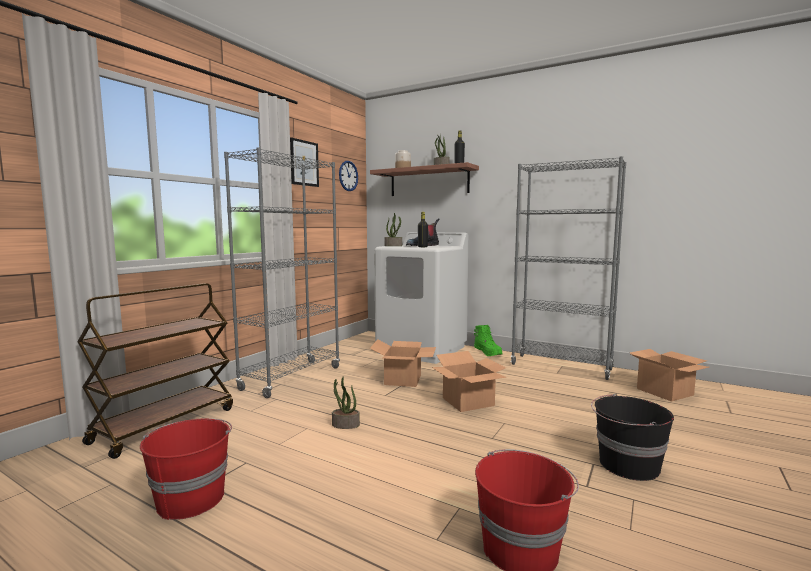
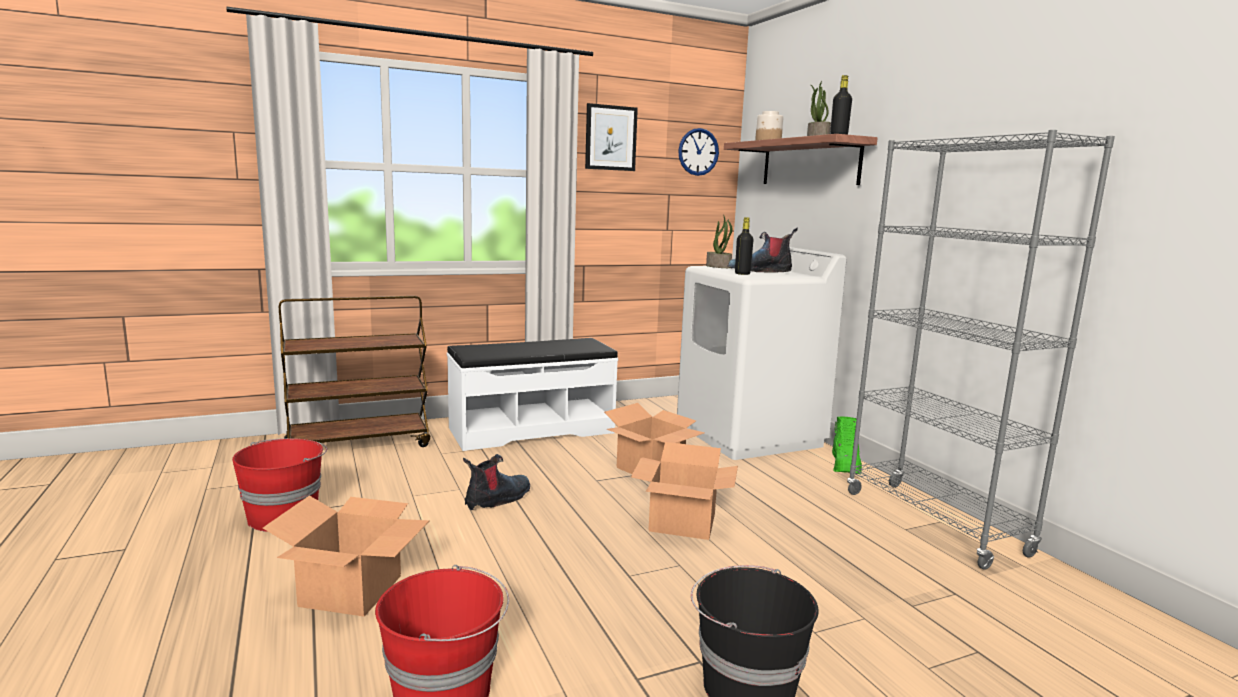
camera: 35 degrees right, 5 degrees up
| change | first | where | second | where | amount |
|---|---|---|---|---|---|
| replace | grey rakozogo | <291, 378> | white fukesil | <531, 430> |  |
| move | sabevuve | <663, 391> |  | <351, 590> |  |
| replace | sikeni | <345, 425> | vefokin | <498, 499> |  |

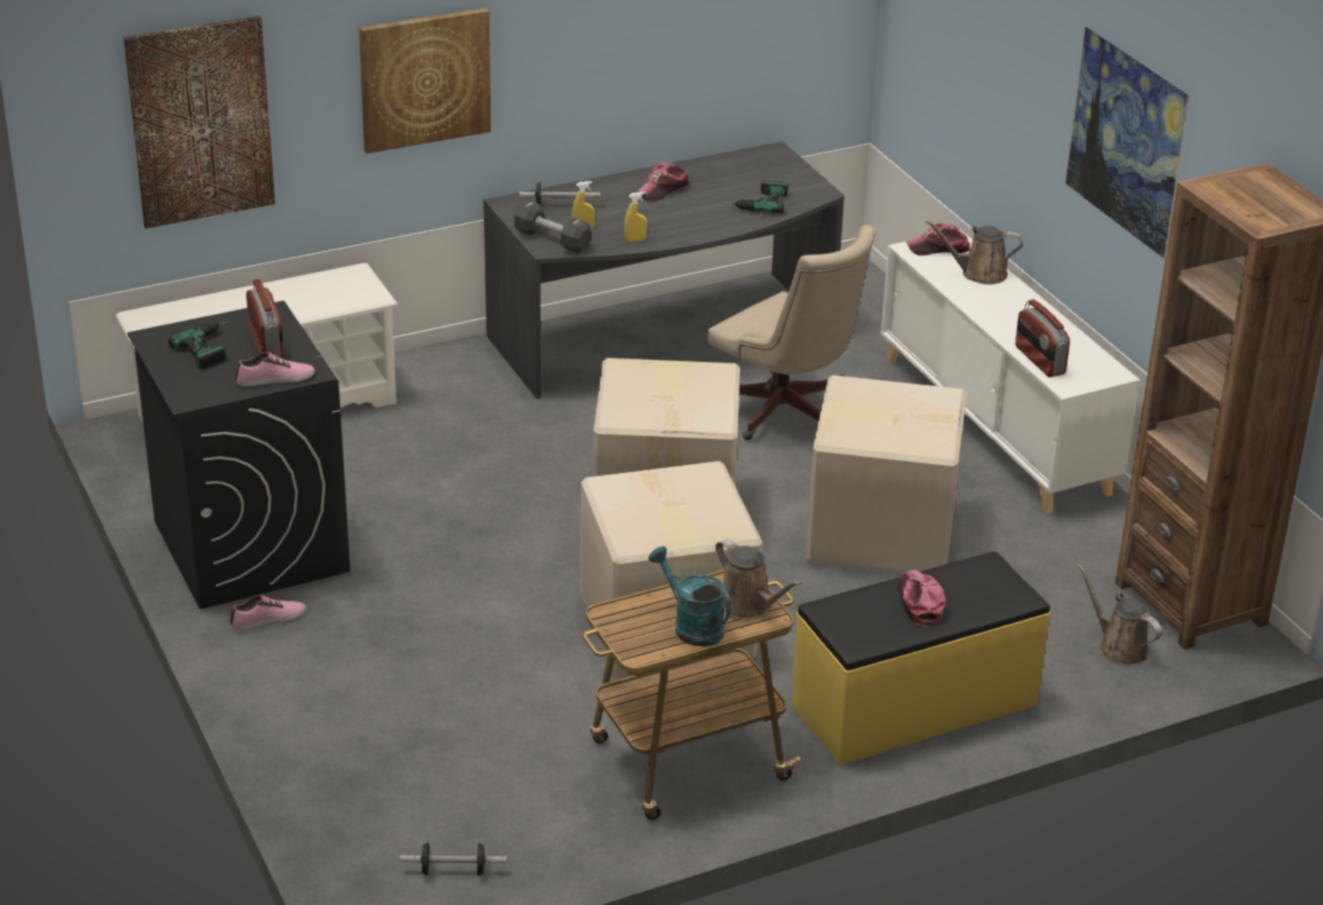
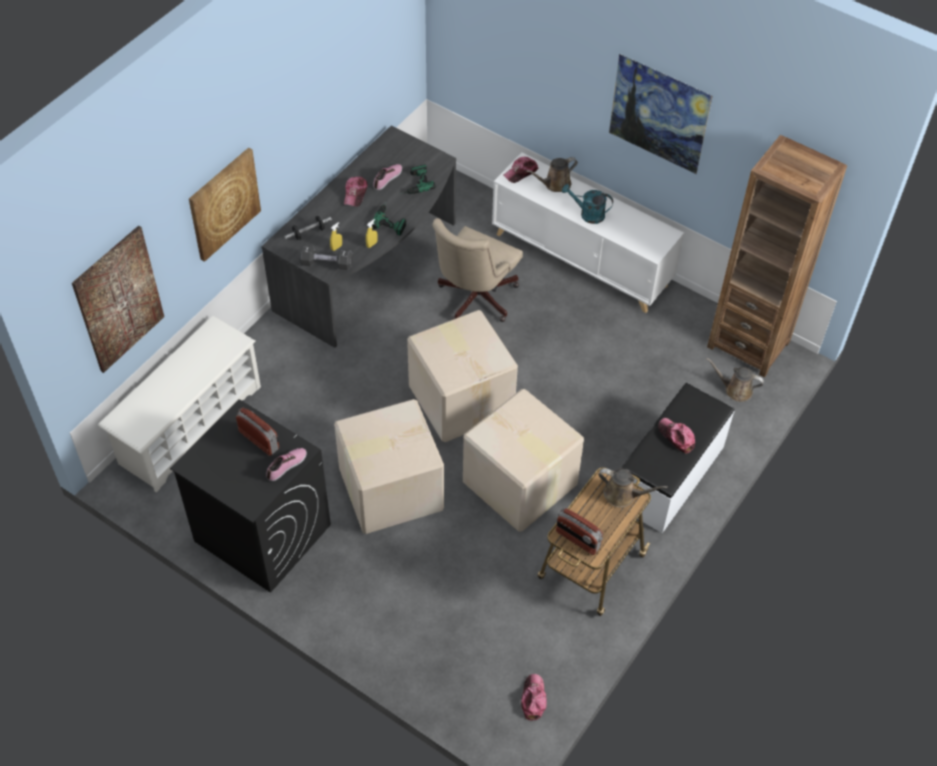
camera: 30 degrees left, 20 degrees up
| change | first | where | second | where | amount |
|---|---|---|---|---|---|
| rotate | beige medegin | <787, 414> |  | <474, 299> | 105 degrees clockwise |
| move | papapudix | <1039, 360> |  | <577, 539> |  |
| move | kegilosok | <213, 346> |  | <391, 219> |  |
| move | sabevuve | <879, 531> |  | <389, 488> |  |
| move | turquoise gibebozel | <691, 626> |  | <587, 214> |  |
| recolor | yellow fukesil | <915, 706> | white fukesil | <670, 476> |  |
| move | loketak | <268, 619> |  | <388, 178> |  |
| replace | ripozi | <453, 871> | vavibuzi | <533, 699> |  |

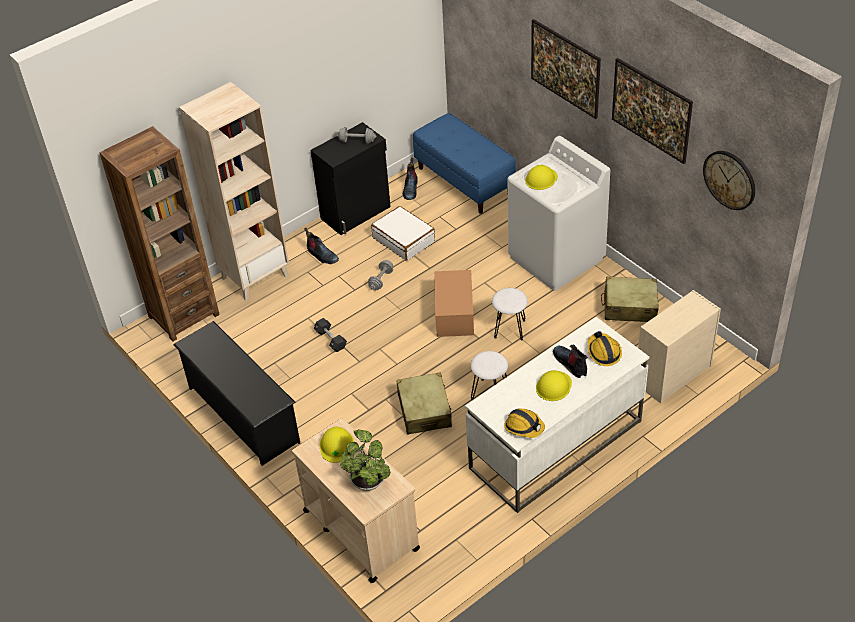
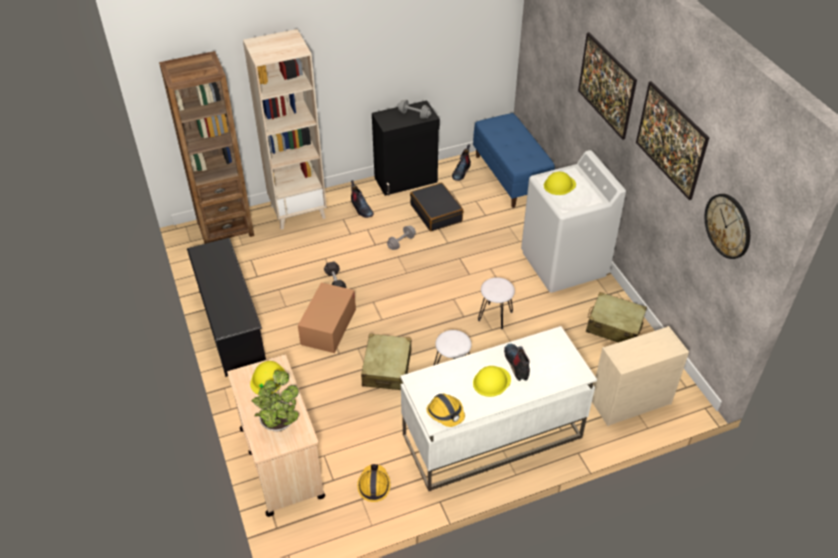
camera: 15 degrees right, 0 degrees up
| change | first | where | second | where | amount |
|---|---|---|---|---|---|
| recolor | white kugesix | <404, 239> | black kugesix | <436, 213> |  |
| move | sabevuve | <454, 313> |  | <328, 326> |  |
| move | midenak | <603, 352> |  | <374, 485> |  |

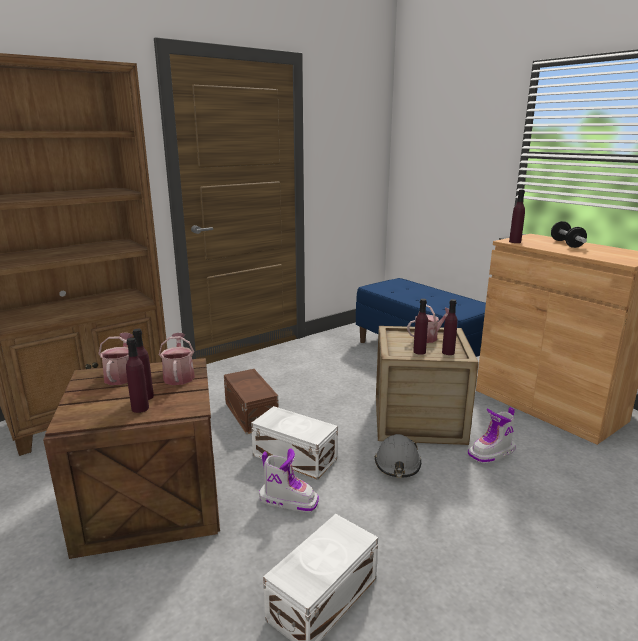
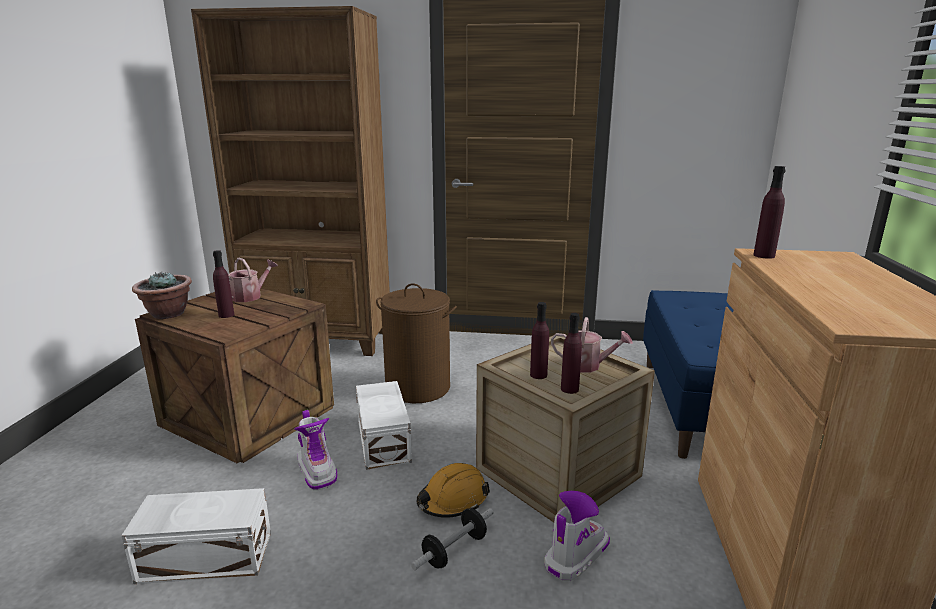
camera: 45 degrees right, 0 degrees up
| change | first | where | second | where | amount |
|---|---|---|---|---|---|
| move | ripozi | <566, 244> |  | <454, 550> |  |
| delete | gibebozel | <179, 376> |  |  |  |
| delete | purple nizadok | <140, 408> |  |  |  |
| replace | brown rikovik | <251, 413> | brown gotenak | <418, 388> |  |
| rotate | vefokin | <492, 453> |  | <575, 556> | 120 degrees clockwise |
| recolor | grey midenak | <397, 464> | orange midenak | <452, 500> |  |
| insert |  |  | sikeni | <167, 314> |  |

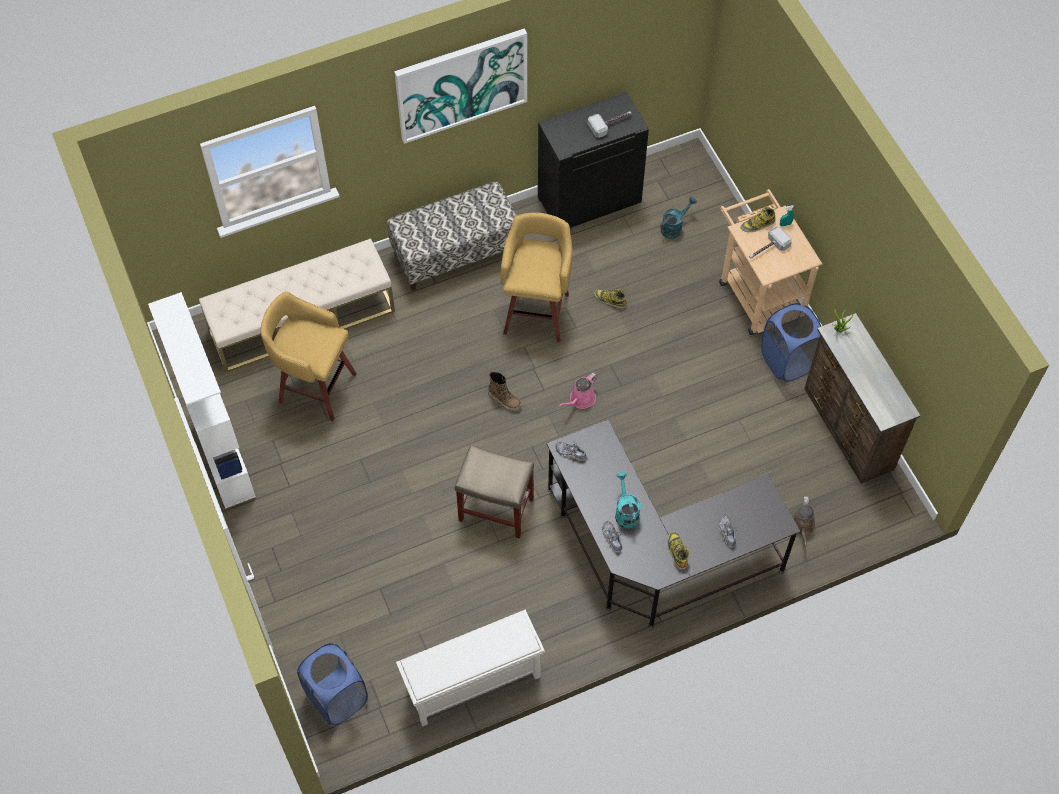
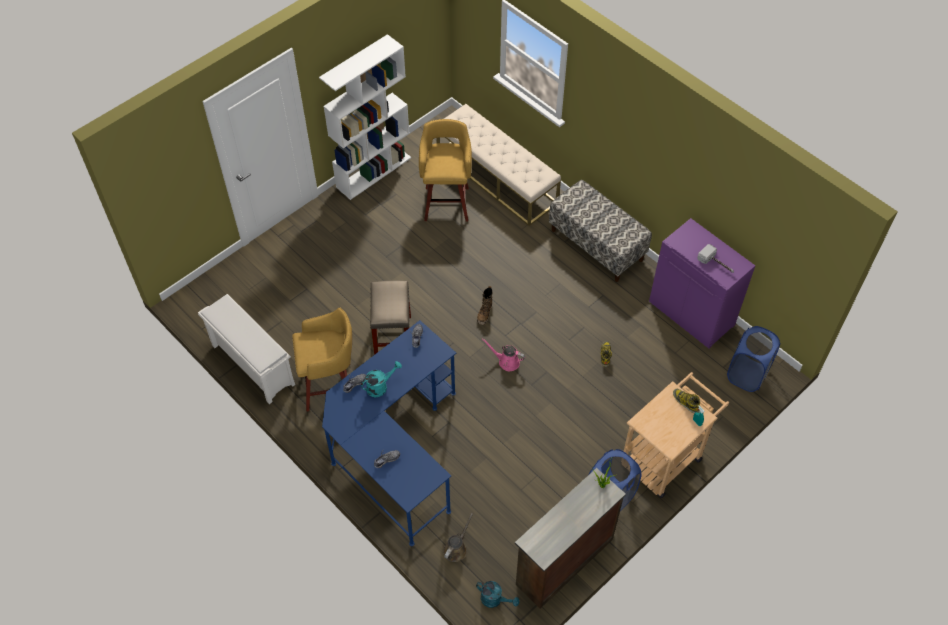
camera: 70 degrees right, 5 degrees down
| change | first | where | second | where | amount |
|---|---|---|---|---|---|
| delete | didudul | <461, 84> |  |  |  |
| recolor | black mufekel | <589, 199> | purple mufekel | <692, 313> |  |
| move | turquoise gibebozel | <674, 227> |  | <495, 600> |  |
| move | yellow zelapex | <537, 311> |  | <331, 386> |  |
| delete | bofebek | <766, 249> |  |  |  |
| recolor | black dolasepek | <654, 553> | blue dolasepek | <394, 449> |  |
| rotate | brown gibebozel | <801, 527> |  | <456, 549> | 135 degrees clockwise |
| delete | vefokin | <677, 551> |  |  |  |
| move | blue gotenak | <337, 697> |  | <747, 374> |  |

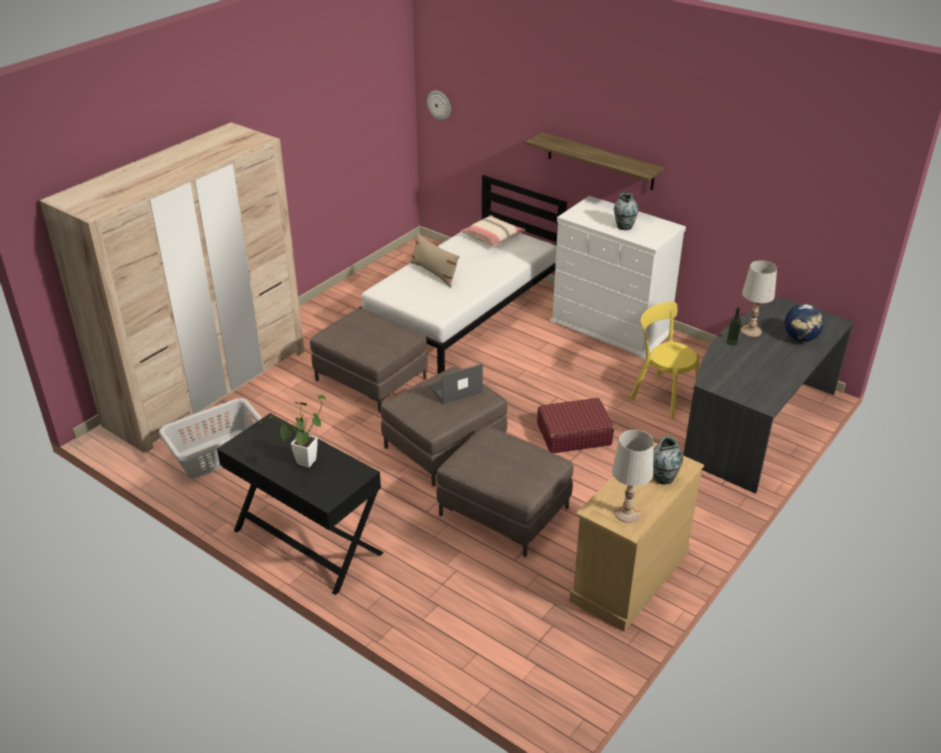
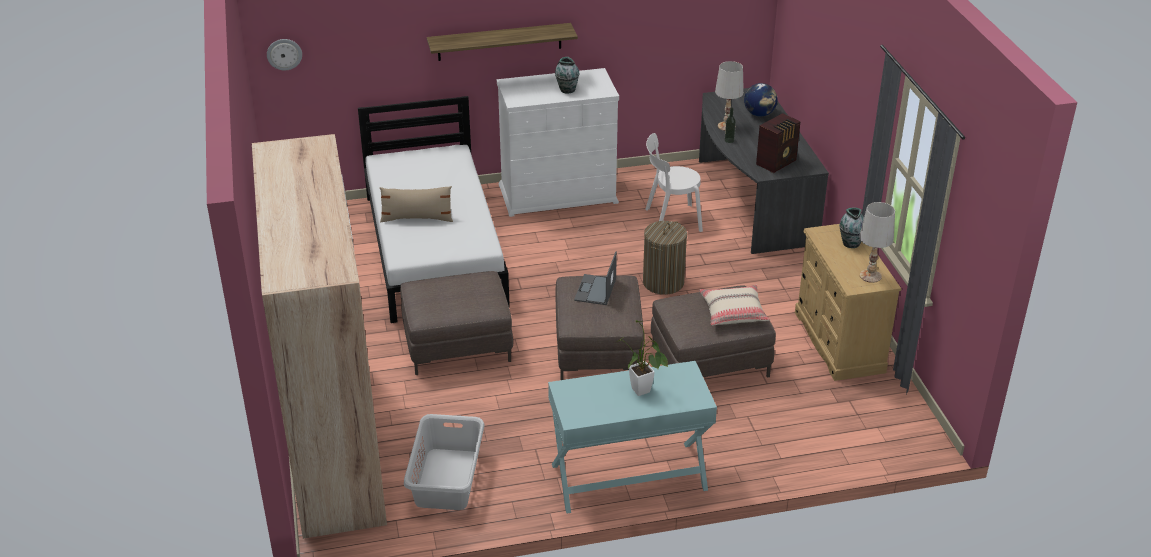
camera: 50 degrees left, 0 degrees up
| change | first | where | second | where | amount |
|---|---|---|---|---|---|
| move | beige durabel | <493, 237> |  | <733, 312> |  |
| recolor | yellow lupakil | <661, 395> | white lupakil | <670, 220> |  |
| replace | red kugesix | <573, 434> | gotenak | <663, 282> |  |
| recolor | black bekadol | <307, 541> | turquoise bekadol | <629, 477> |  |
| insert |  |  | papapudix | <777, 162> |  |

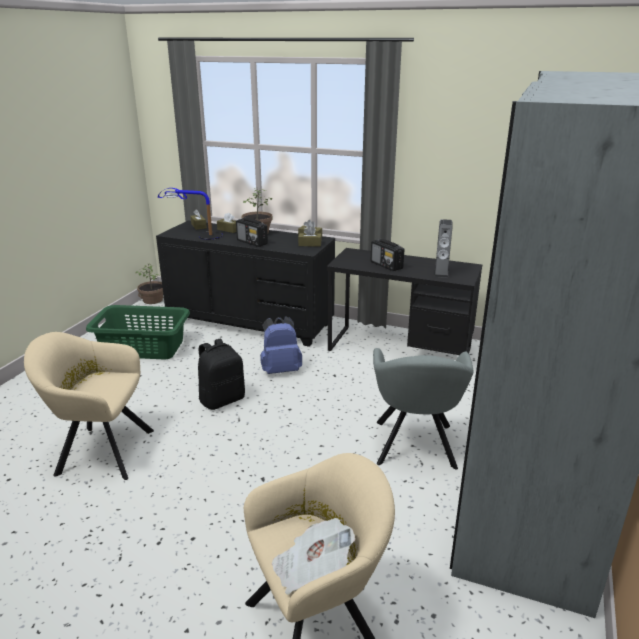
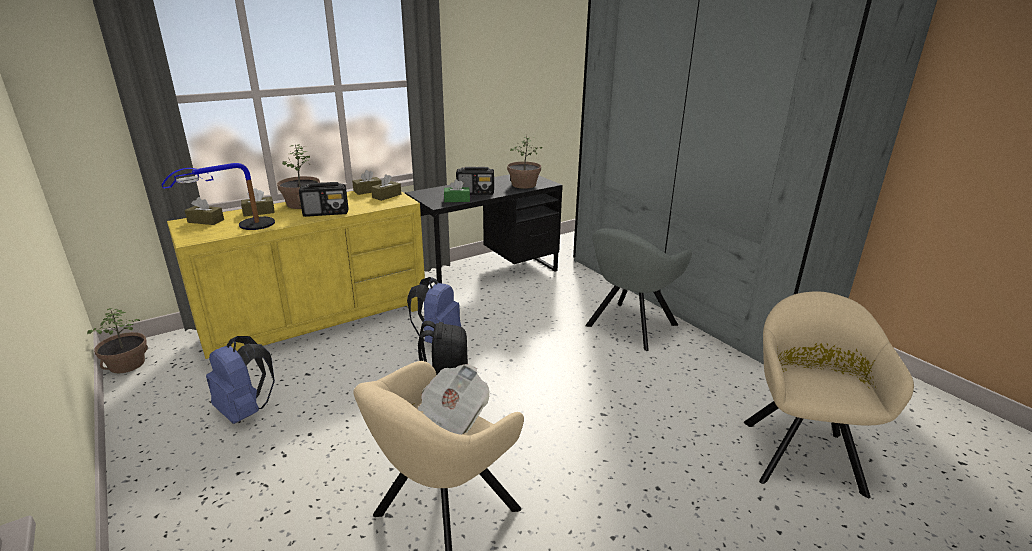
camera: 55 degrees left, 0 degrees up
| change | first | where | second | where | amount |
|---|---|---|---|---|---|
| replace | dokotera | <441, 273> | sikeni | <523, 184> |  |
| recolor | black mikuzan | <250, 323> | yellow mikuzan | <317, 322> |  |
| replace | green gotenak | <143, 348> | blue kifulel | <245, 411> |  |
| rotate | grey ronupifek | <414, 447> |  | <628, 327> | 90 degrees clockwise |
| move | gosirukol | <311, 570> |  | <450, 420> |  |
| insert |  |  | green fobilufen | <457, 200> |  |

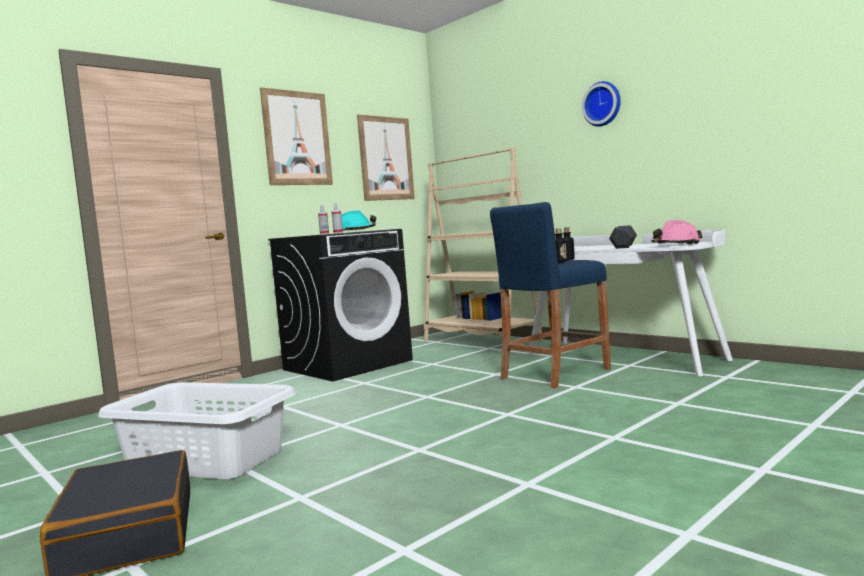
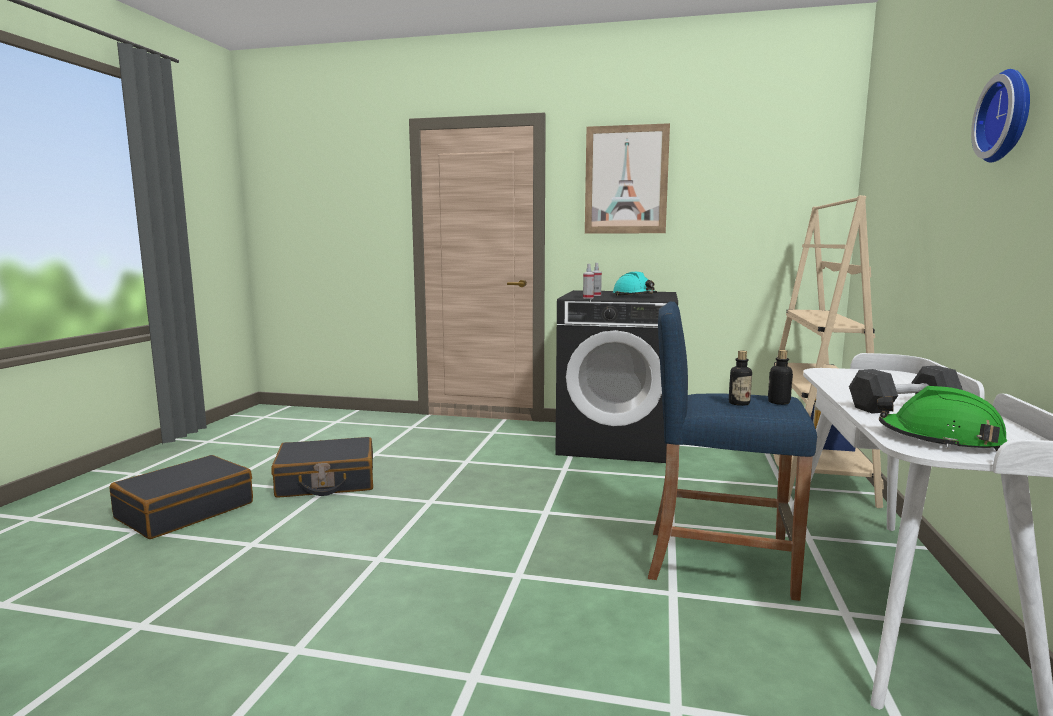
camera: 55 degrees right, 5 degrees up
| change | first | where | second | where | amount |
|---|---|---|---|---|---|
| delete | didudul | <386, 158> |  |  |  |
| recolor | pink midenak | <676, 245> | green midenak | <939, 439> |  |
| replace | white gotenak | <206, 459> | black kugesix | <326, 482> |  |

